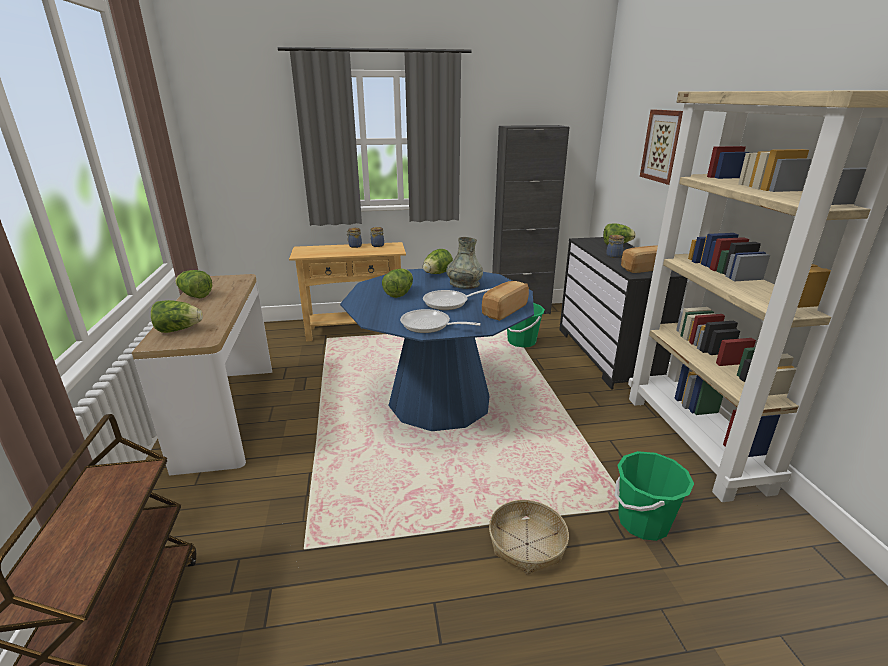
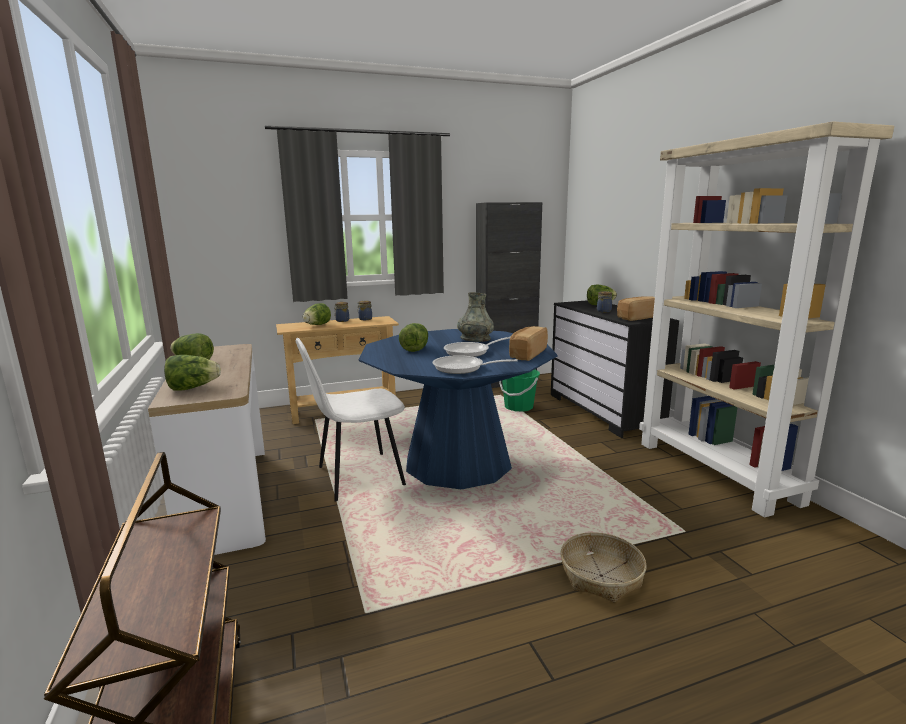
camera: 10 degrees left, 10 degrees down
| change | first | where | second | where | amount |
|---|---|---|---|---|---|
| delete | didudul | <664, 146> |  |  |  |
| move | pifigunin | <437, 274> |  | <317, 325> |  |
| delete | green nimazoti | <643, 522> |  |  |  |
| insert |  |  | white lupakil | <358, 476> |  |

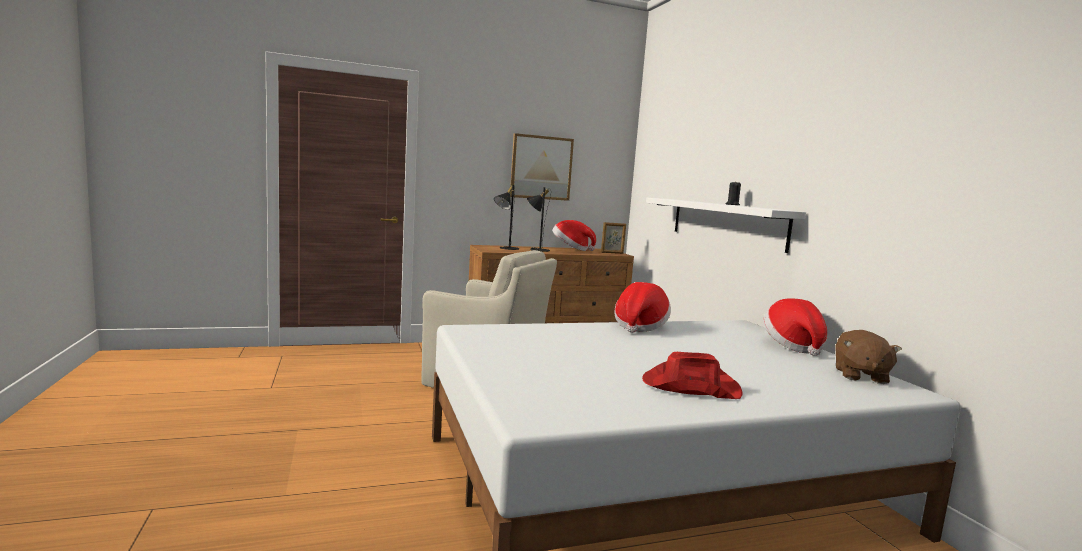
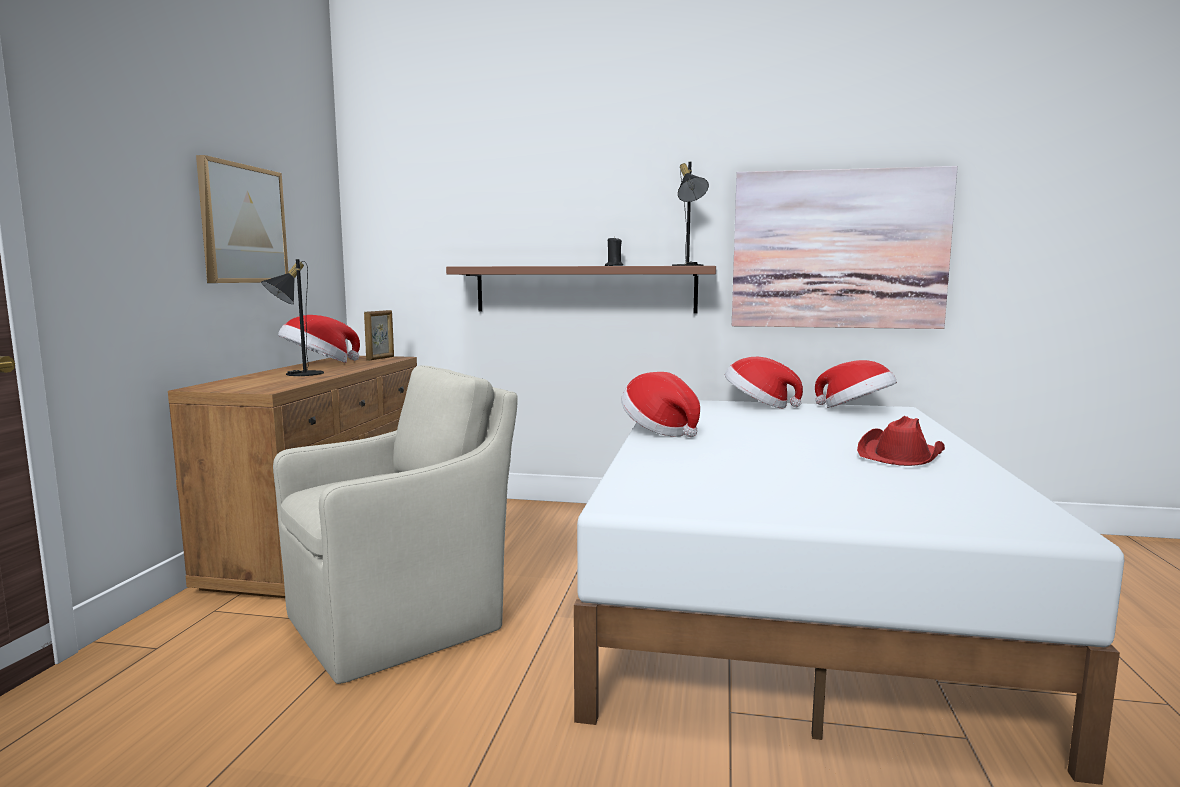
camera: 60 degrees left, 0 degrees up
| change | first | where | second | where | amount |
|---|---|---|---|---|---|
| move | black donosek | <505, 248> |  | <688, 265> |  |
| recolor | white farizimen | <725, 222> | brown farizimen | <585, 289> |  |
| replace | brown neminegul | <860, 376> | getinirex | <855, 410> |  |
| insert |  |  | didudul | <838, 250> |  |

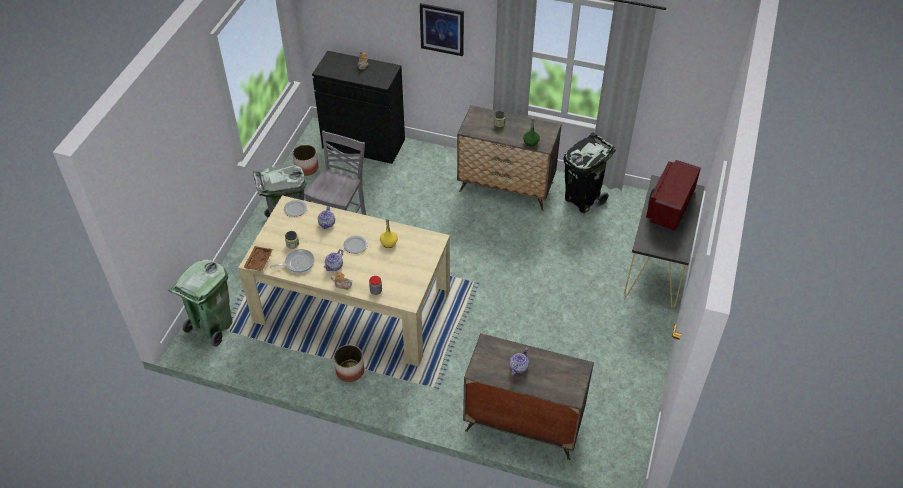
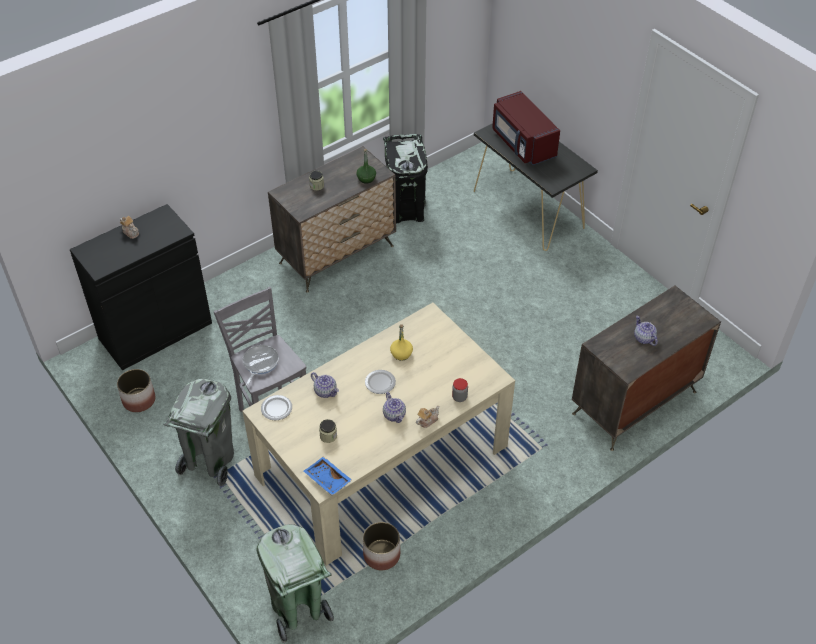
camera: 55 degrees left, 0 degrees up
| change | first | where | second | where | amount |
|---|---|---|---|---|---|
| delete | didudul | <442, 29> |  |  |  |
| recolor | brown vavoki | <258, 261> | blue vavoki | <327, 480> |  |
| move | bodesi | <298, 263> |  | <259, 363> |  |
| move | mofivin | <350, 371> |  | <382, 555> |  |

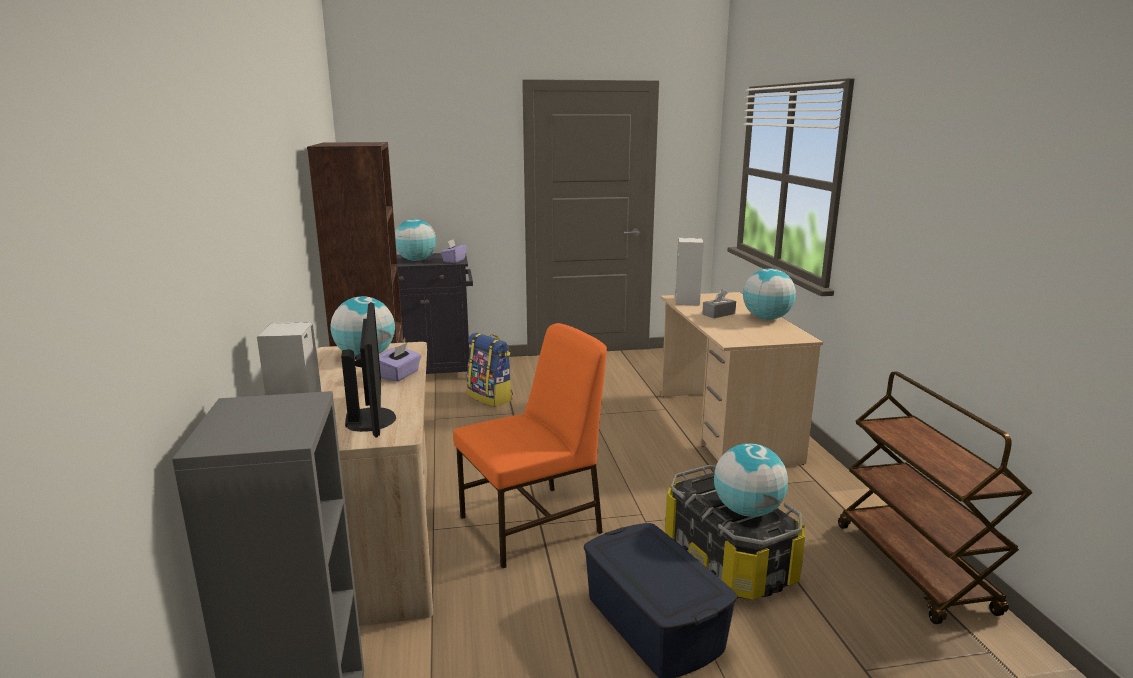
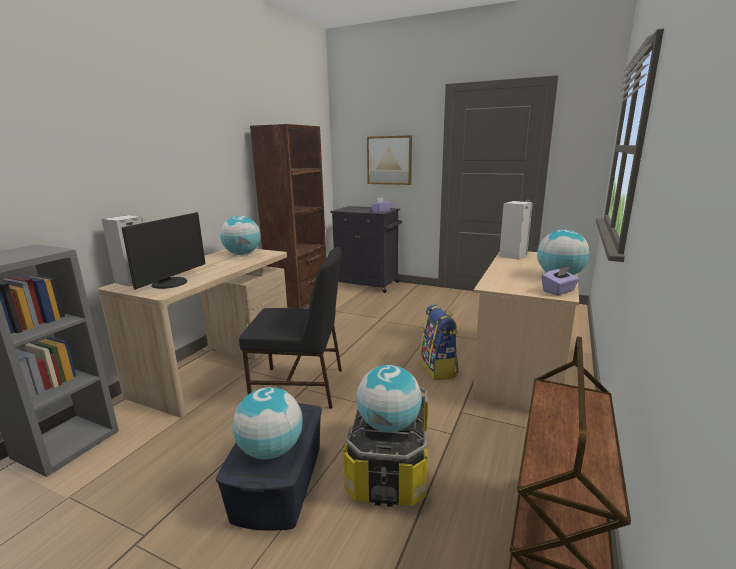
camera: 35 degrees right, 0 degrees up
| change | first | where | second | where | amount |
|---|---|---|---|---|---|
| move | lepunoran | <416, 260> |  | <271, 450> |  |
| delete | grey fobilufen | <718, 314> |  |  |  |
| recolor | orange lupakil | <533, 524> | black lupakil | <300, 387> |  |
| move | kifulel | <491, 398> |  | <439, 369> |  |
| move | purple fobilufen | <400, 375> |  | <559, 291> |  |
| insert |  |  | didudul | <389, 160> |  |

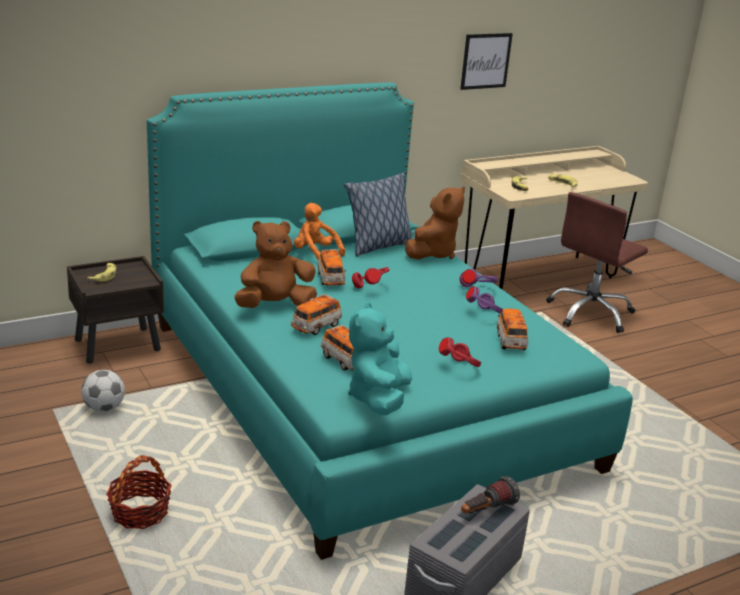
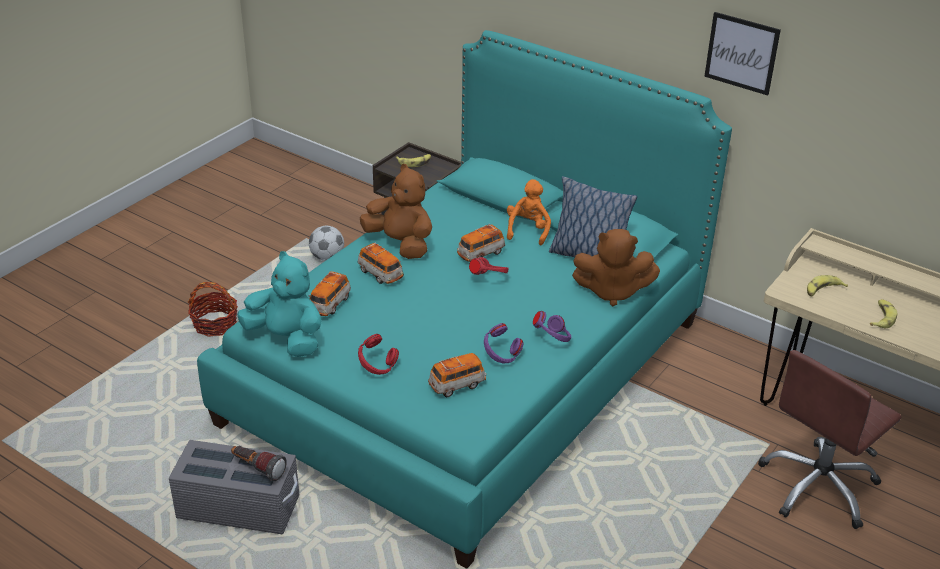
camera: 65 degrees right, 10 degrees up
| change | first | where | second | where | amount |
|---|---|---|---|---|---|
| move | didudul | <485, 61> |  | <741, 53> |  |
| rotate | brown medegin | <591, 313> |  | <819, 486> | 60 degrees counterclockwise |
| rotate | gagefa | <316, 327> |  | <380, 274> | 150 degrees counterclockwise |
| rotate | turquoise neminegul | <378, 399> |  | <286, 339> | 45 degrees clockwise |

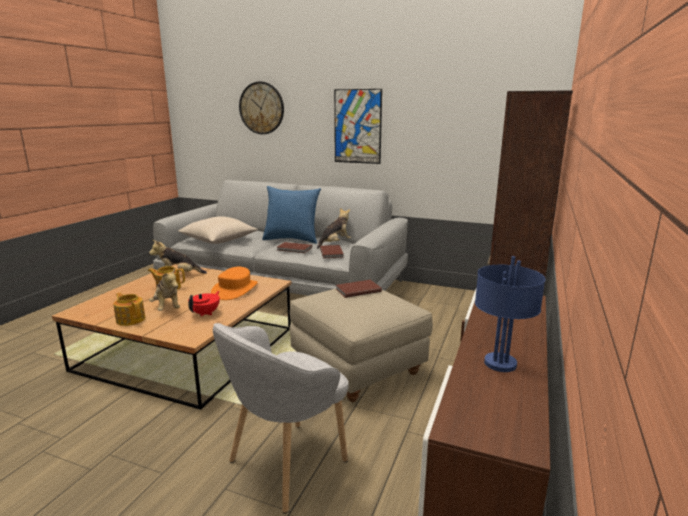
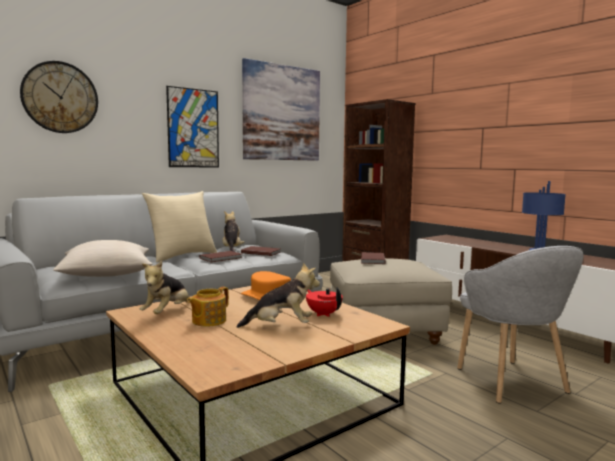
camera: 60 degrees left, 10 degrees down
| change | first | where | second | where | amount |
|---|---|---|---|---|---|
| recolor | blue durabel | <292, 239> | beige durabel | <182, 256> |  |
| delete | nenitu | <131, 319> |  |  |  |
| insert |  |  | didudul | <282, 113> |  |

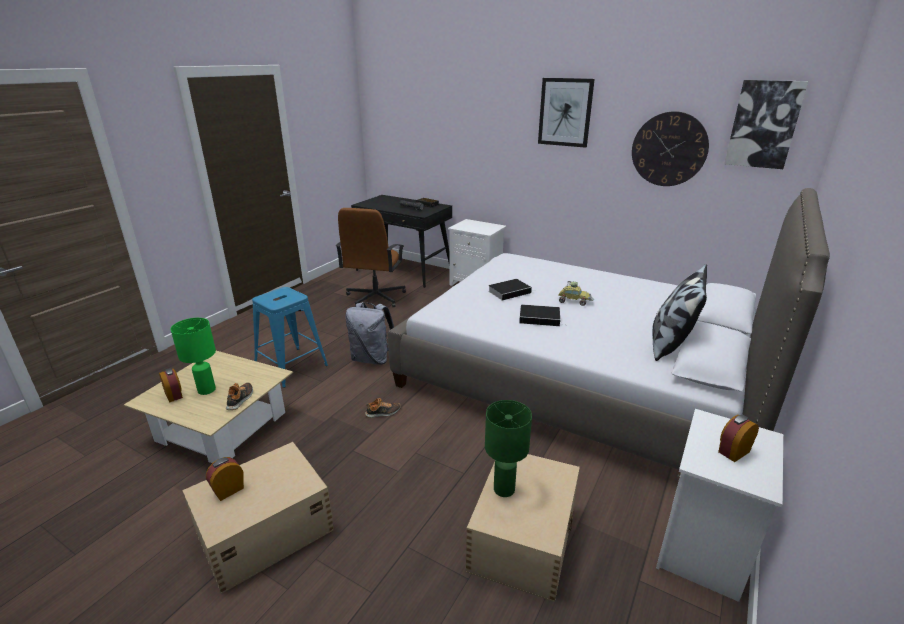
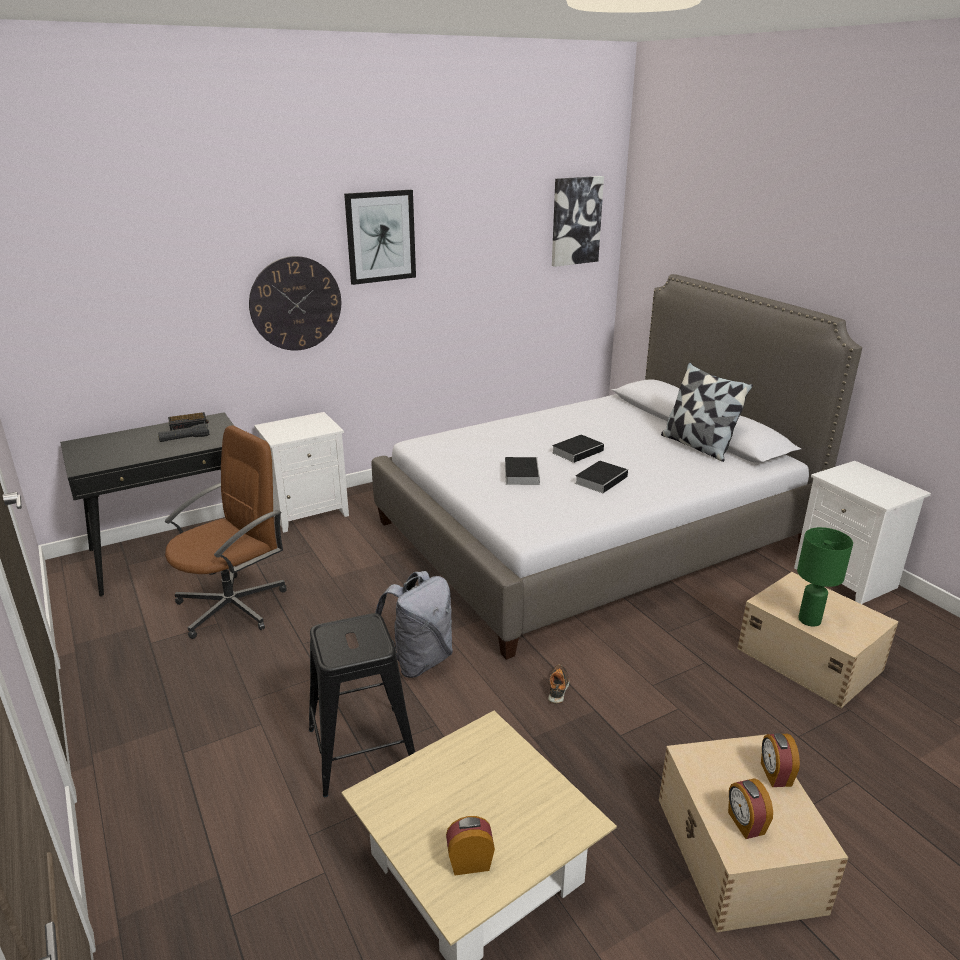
camera: 60 degrees left, 0 degrees up
| change | first | where | second | where | amount |
|---|---|---|---|---|---|
| move | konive | <669, 149> |  | <295, 304> |  |
| rotate | brown medegin | <375, 298> |  | <233, 606> | 90 degrees counterclockwise |
| replace | gagefa | <574, 300> | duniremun | <578, 451> |  |
| recolor | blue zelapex | <291, 367> | black zelapex | <362, 750> |  |
| delete | green donosek | <207, 390> |  |  |  |
| delete | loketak | <240, 399> |  |  |  |
| move | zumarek | <733, 451> |  | <775, 774> |  |

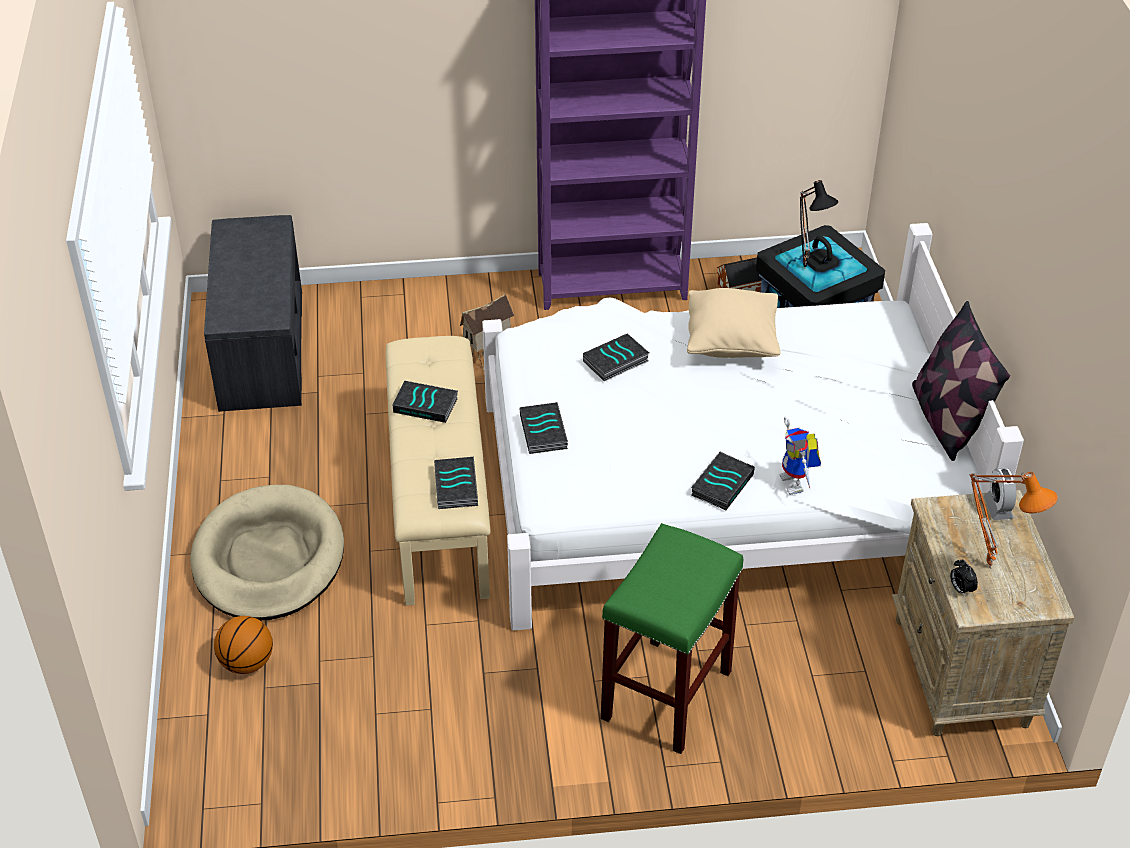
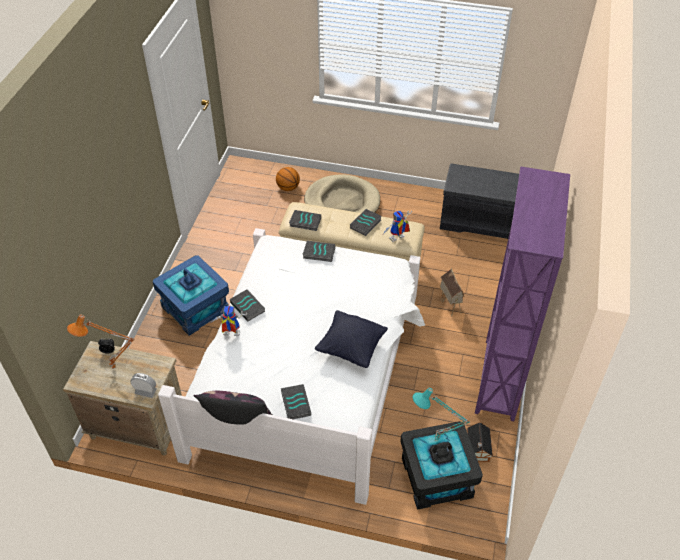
camera: 110 degrees right, 5 degrees up
| change | first | where | second | where | amount |
|---|---|---|---|---|---|
| recolor | black donosek | <807, 268> | turquoise donosek | <435, 441> |  |
| recolor | beige durabel | <731, 343> | black durabel | <351, 348> |  |
| move | duniremun | <615, 362> |  | <295, 403> |  |
| replace | green zelapex | <666, 693> | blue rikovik | <196, 308> |  |
| insert |  |  | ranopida | <397, 239> |  |

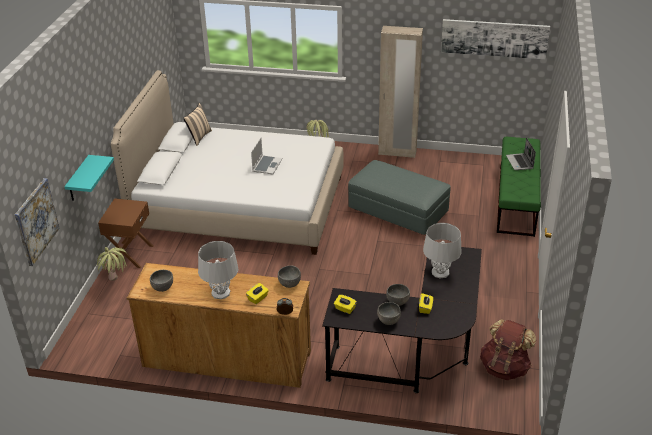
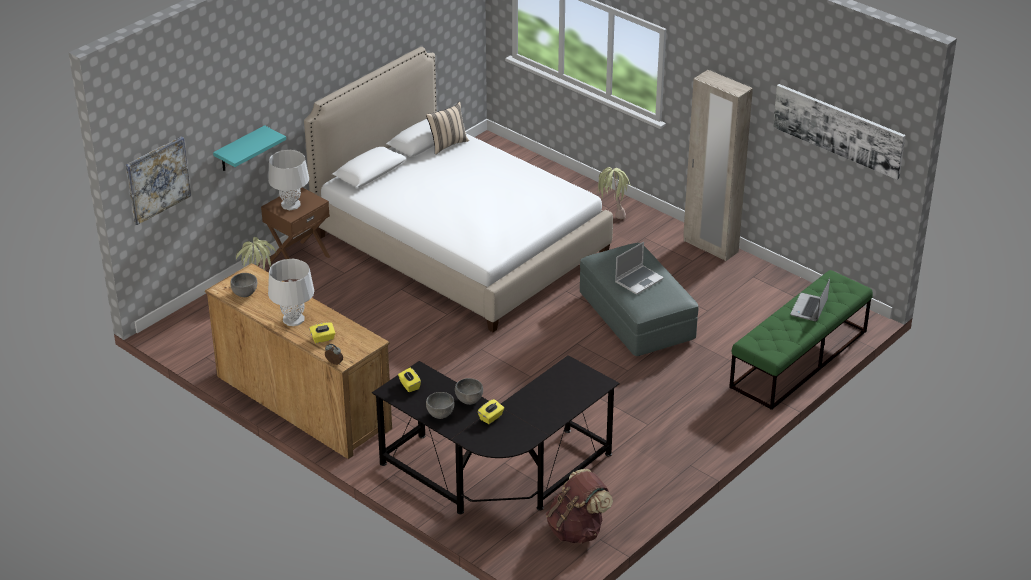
camera: 30 degrees right, 0 degrees up
| change | first | where | second | where | amount |
|---|---|---|---|---|---|
| move | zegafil | <267, 165> |  | <639, 280> |  |
| move | grey donosek | <440, 272> |  | <291, 204> |  |
| delete | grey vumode | <289, 284> |  |  |  |

